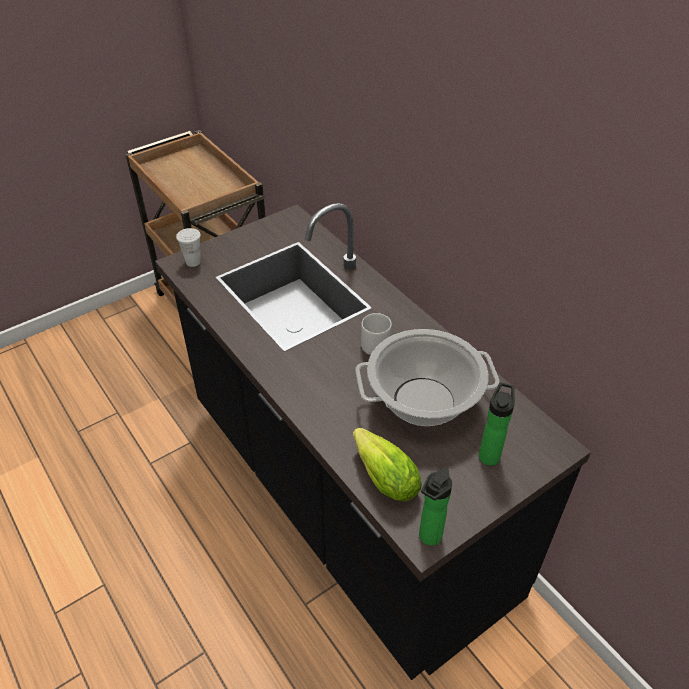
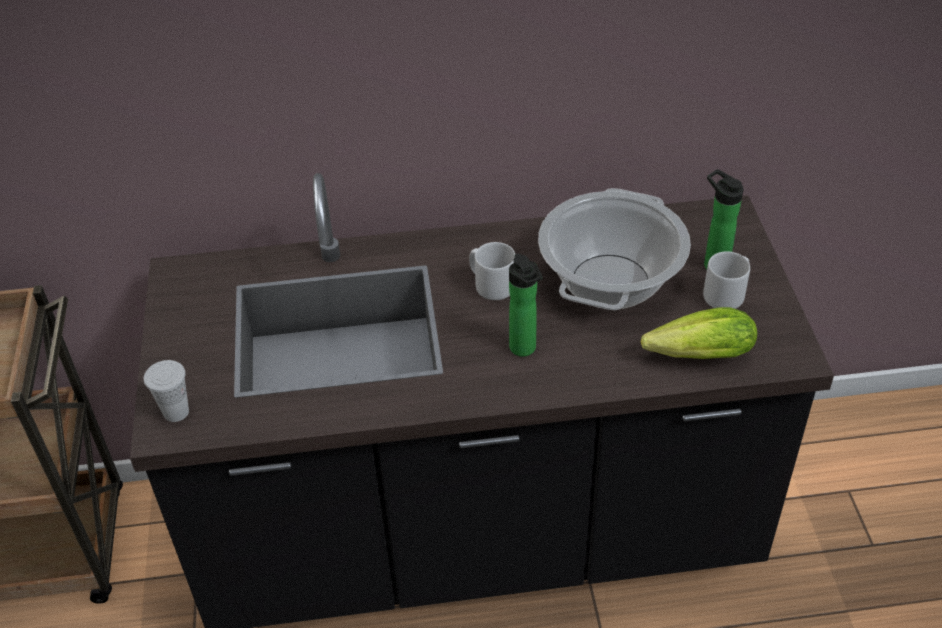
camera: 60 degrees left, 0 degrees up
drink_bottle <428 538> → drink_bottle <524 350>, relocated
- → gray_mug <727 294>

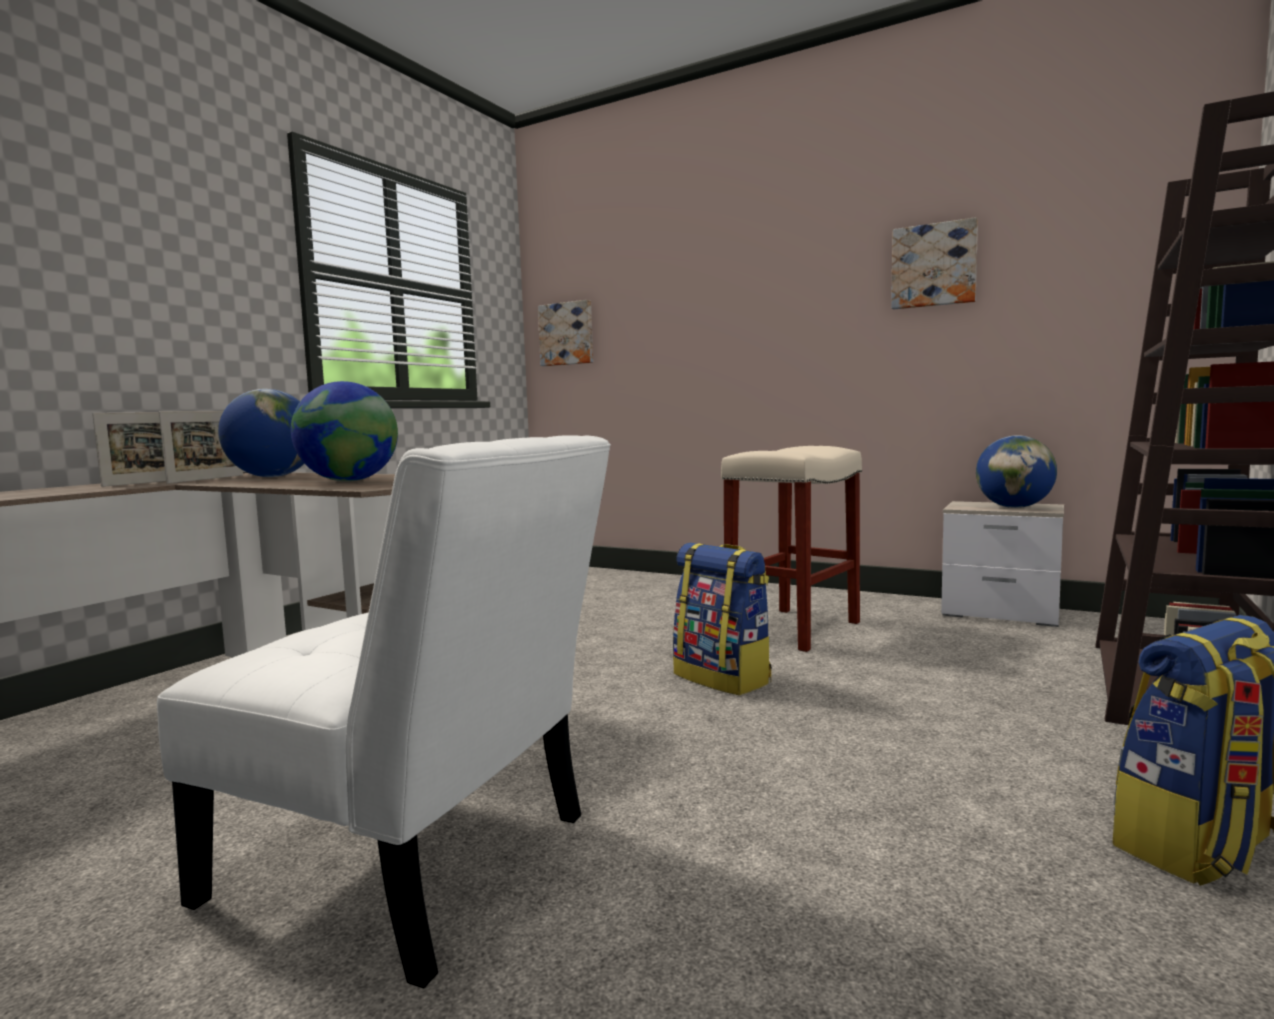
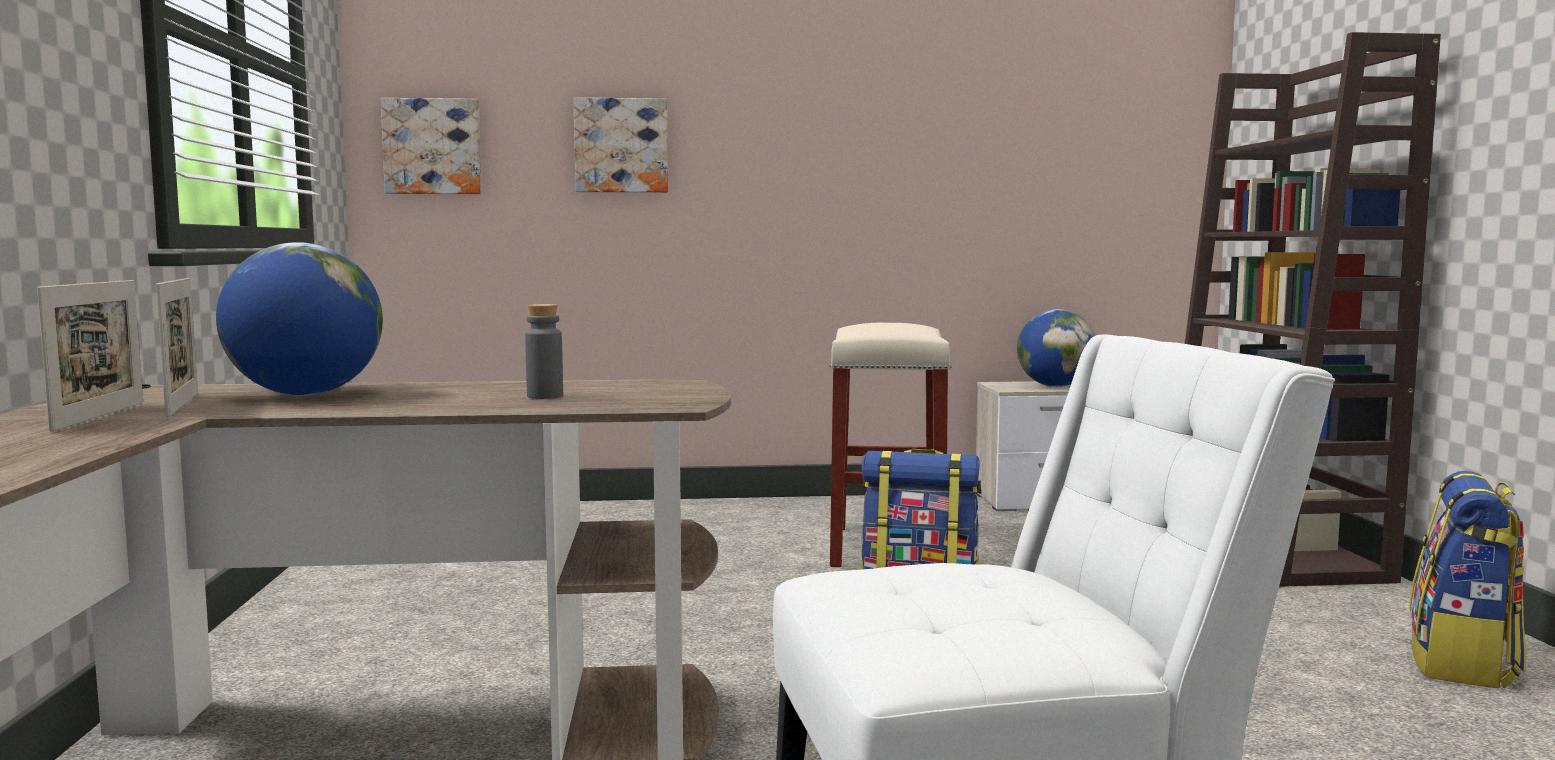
camera: 35 degrees left, 0 degrees up
globe <349 481> → gray_drink_bottle <545 396>
picture <934 265> → picture <621 146>, relocated

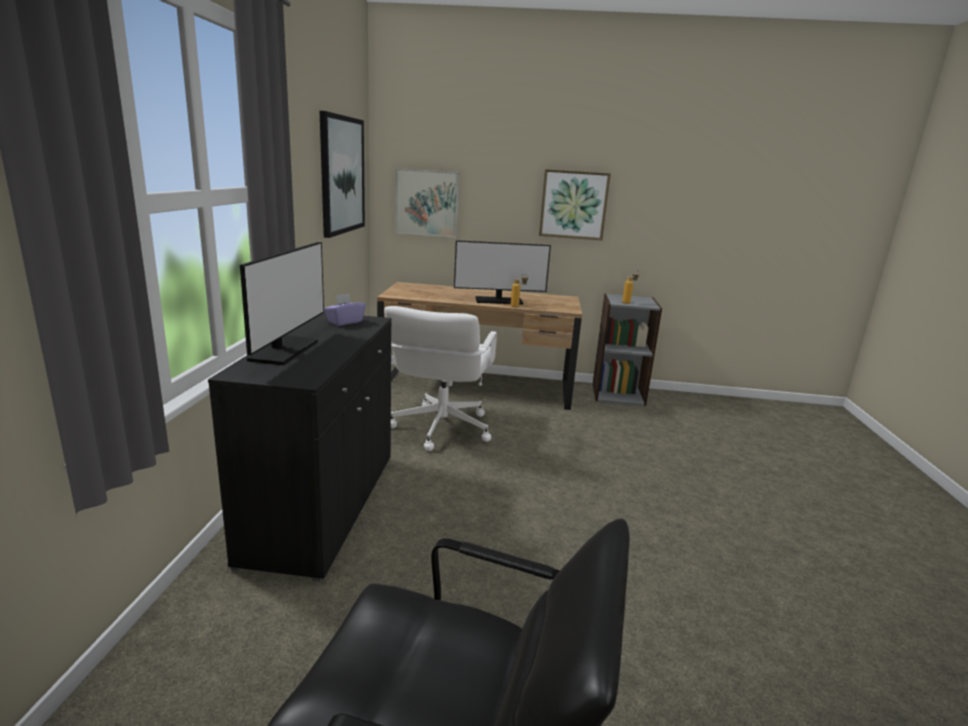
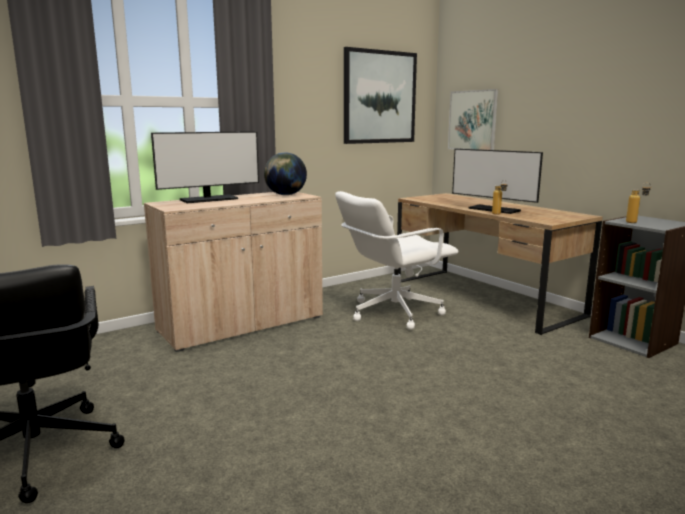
camera: 50 degrees right, 5 degrees down
black-coloured_storage_cabinet <323 506> → beige_storage_cabinet <242 324>
purple_box_of_tissues <345 322> → globe <285 195>
picture <573 205> → -

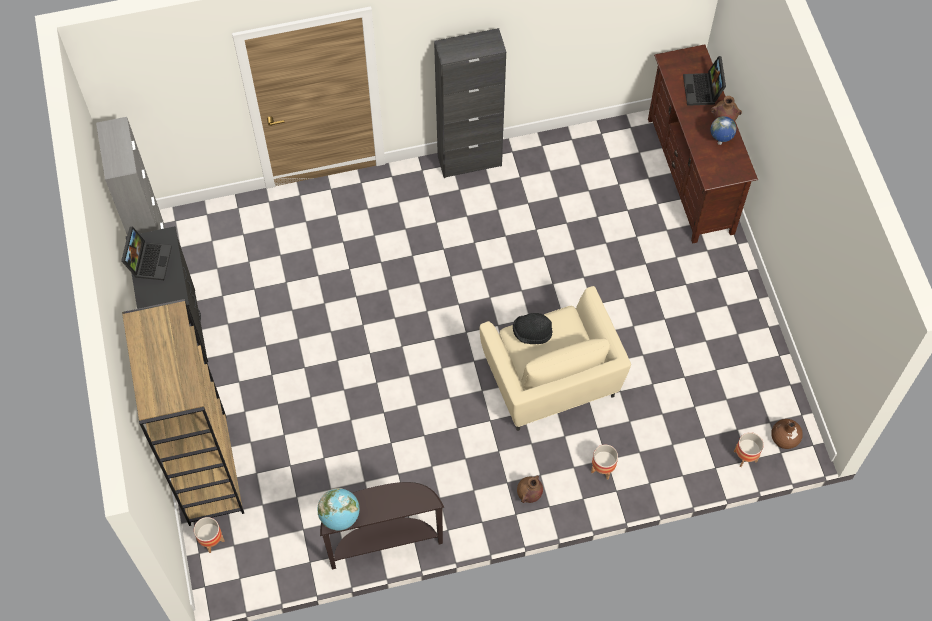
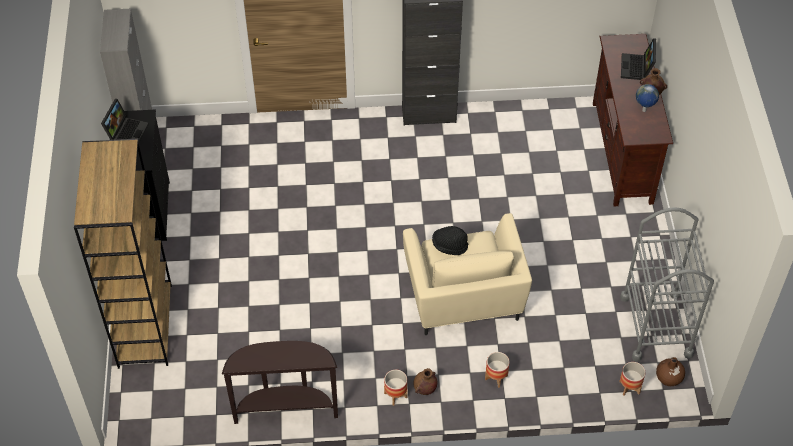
camera: 10 degrees right, 10 degrees down
plant_pot <211 540> → plant_pot <395 395>, relocated
globe <340 516> → -
- → gray_wheeled_cart <656 326>

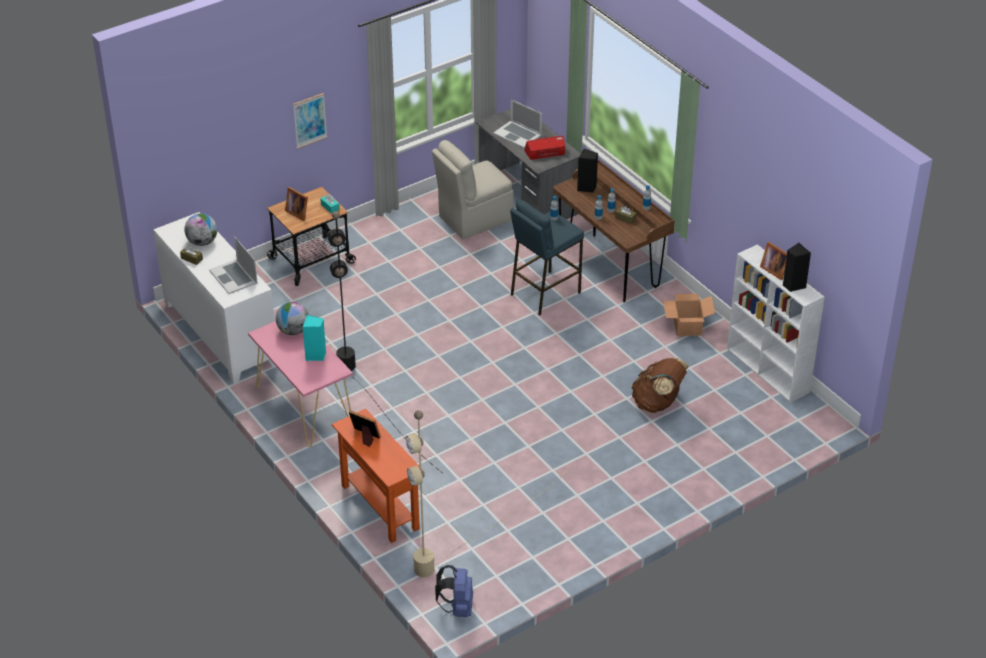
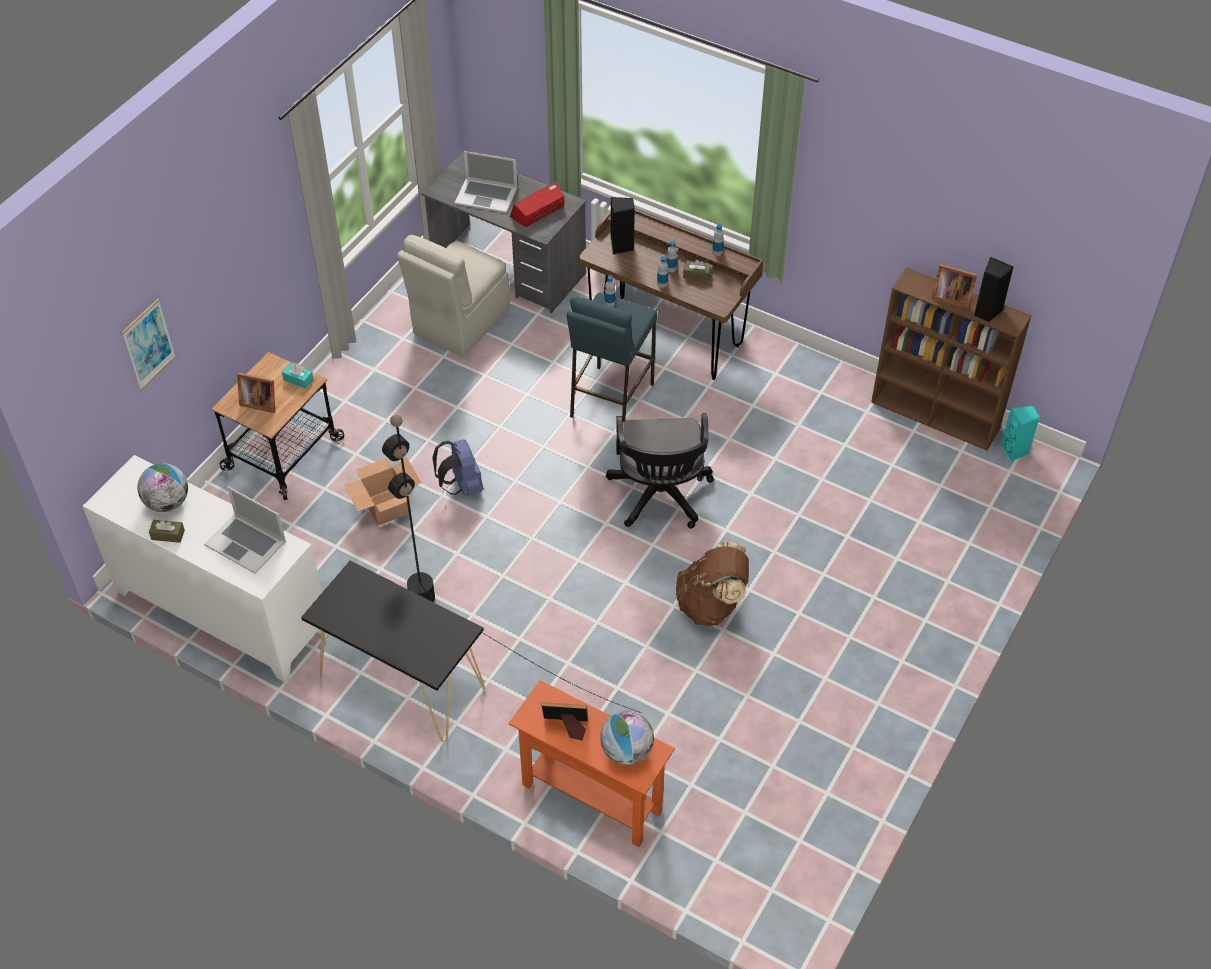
camera: 25 degrees left, 10 degrees up
pink-coloured_narrow_table <304 406> → black-coloured_narrow_table <401 681>
globe <293 331> → globe <626 751>, relocated
picture <310 120> → picture <148 344>, relocated
blue-green_audio_speaker <316 355> → blue-green_audio_speaker <1015 451>, relocated
beige_standard_lamp <467 541> → -
bluish_backpack <457 607> → bluish_backpack <461 486>, relocated
brownish_backpack <657 403> → brownish_backpack <711 604>, relocated
packing_box <688 327> → packing_box <387 507>, relocated
white-coloured_bookcase <768 371> → brownish_bookcase <936 416>
- → black-coloured_computer_chair <660 497>

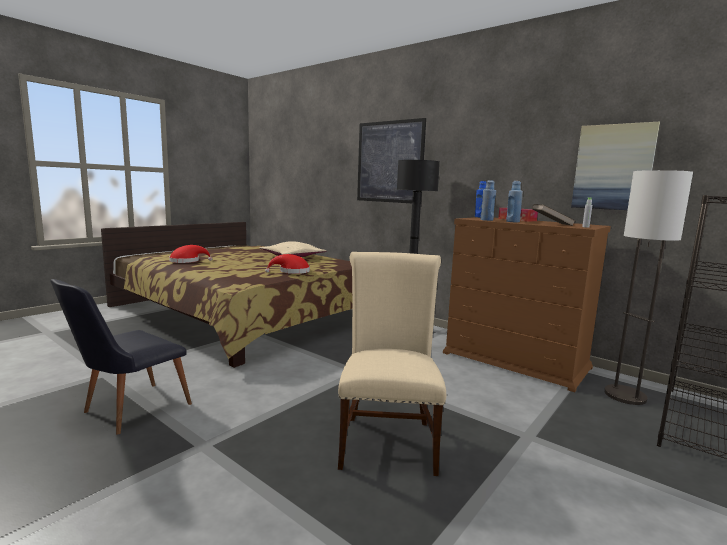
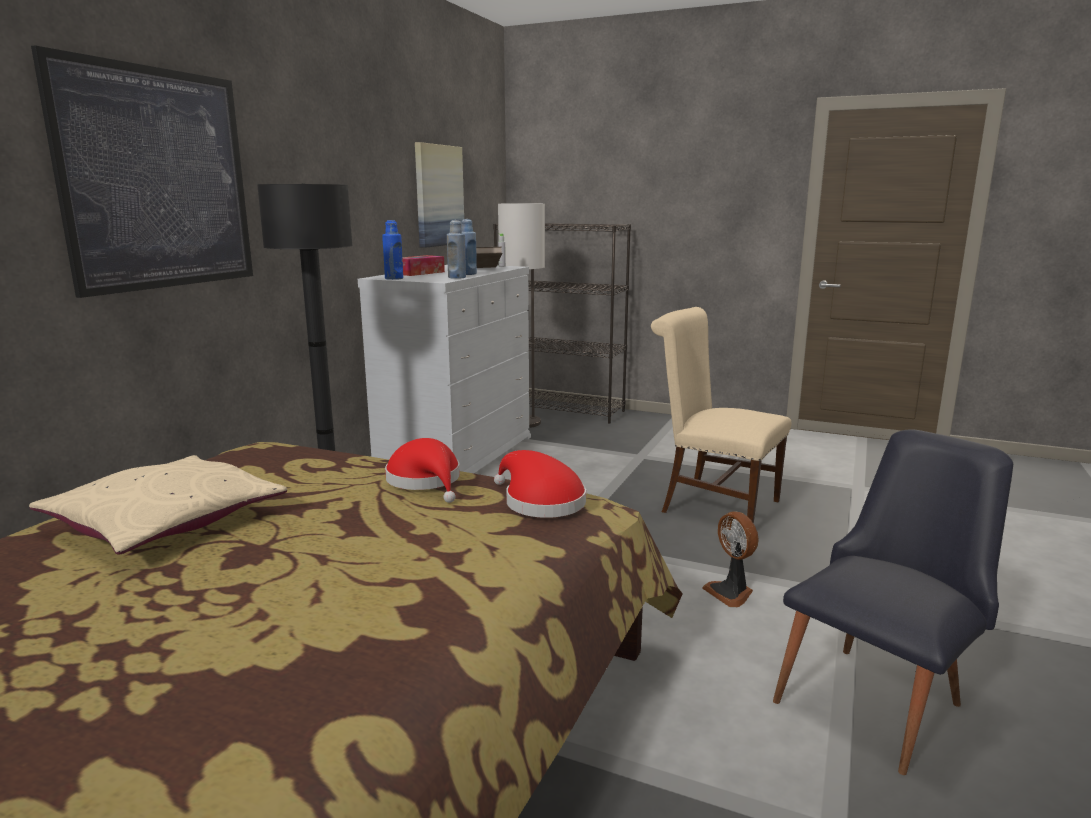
camera: 105 degrees left, 5 degrees up
black-coloured_plain_chair <127 411> → black-coloured_plain_chair <880 697>, 60 degrees counterclockwise
red_hat <187 261> → red_hat <540 502>, relocated
beige_plain_chair <387 439> → beige_plain_chair <712 505>, 45 degrees clockwise
brownish_dresser <515 360> → white-coloured_dresser <456 455>
- → cooling_fan <731 592>

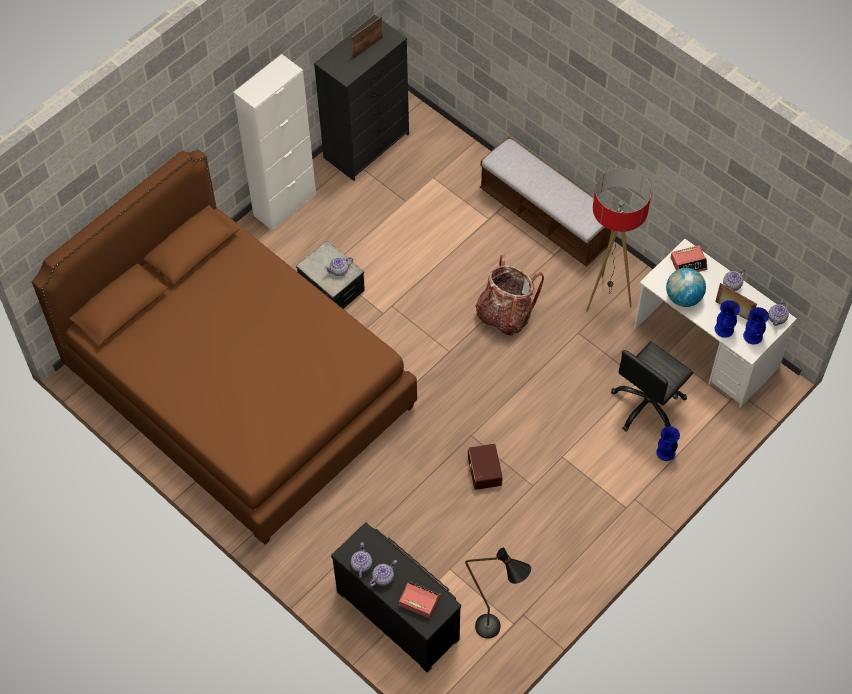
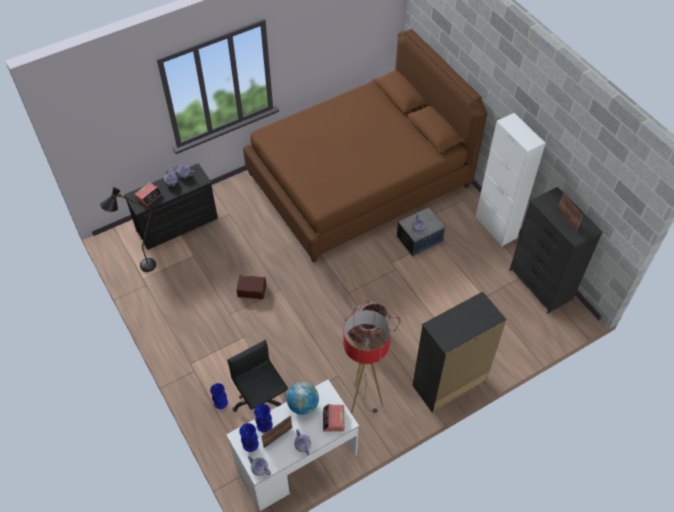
camera: 105 degrees right, 5 degrees down
indoor_bench <545 217> → black-coloured_dresser <448 384>

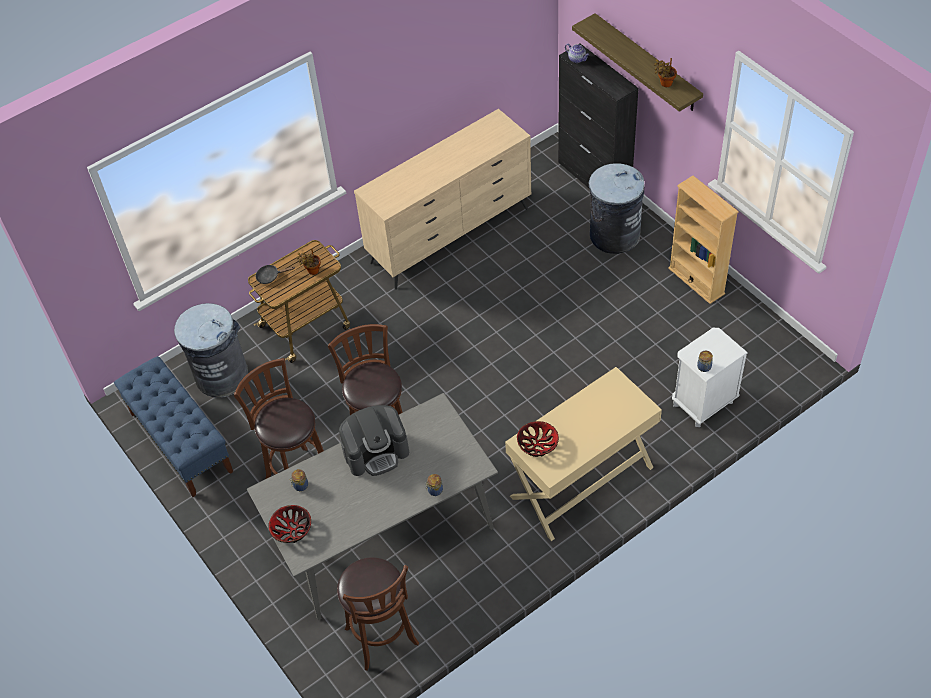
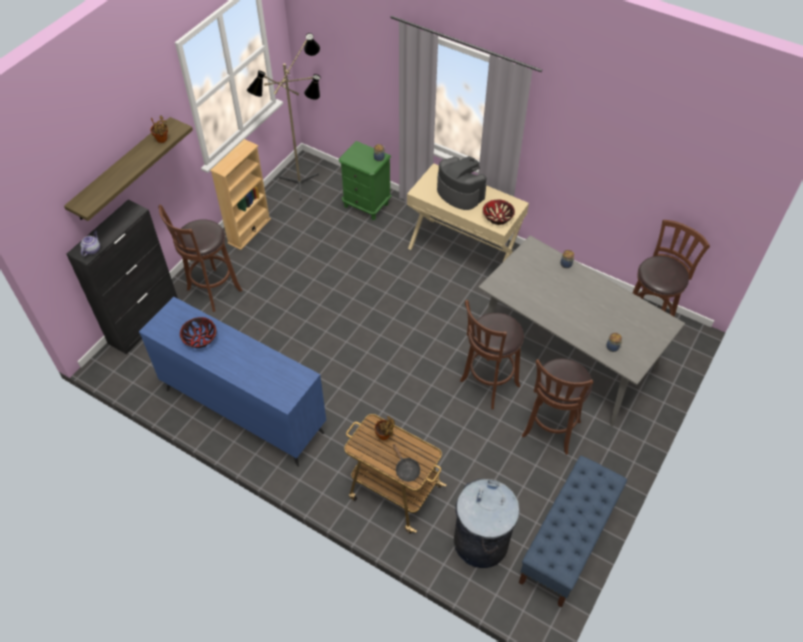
camera: 115 degrees left, 0 degrees up
deep_dish <291 530> → deep_dish <200 338>, relocated
coffee_machine <376 451> → coffee_machine <460 193>, relocated
beige_dresser <451 236> → bluish_dresser <243 410>
gray_waste_bin <614 235> → brownish_stool_seat <212 291>
white-coloured_bedside_table <703 403> → greenish_bedside_table <366 205>
- → standard_lamp <302 186>

